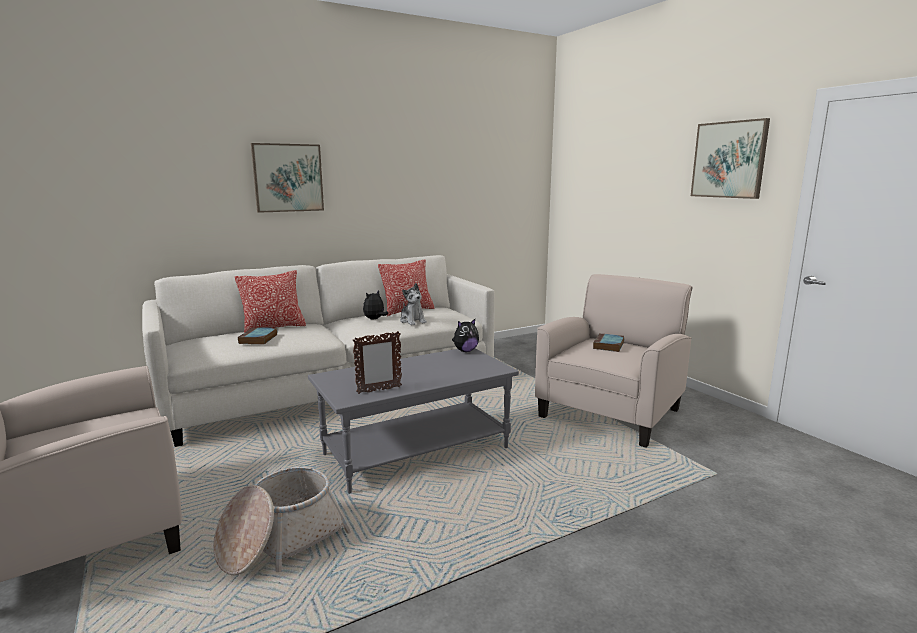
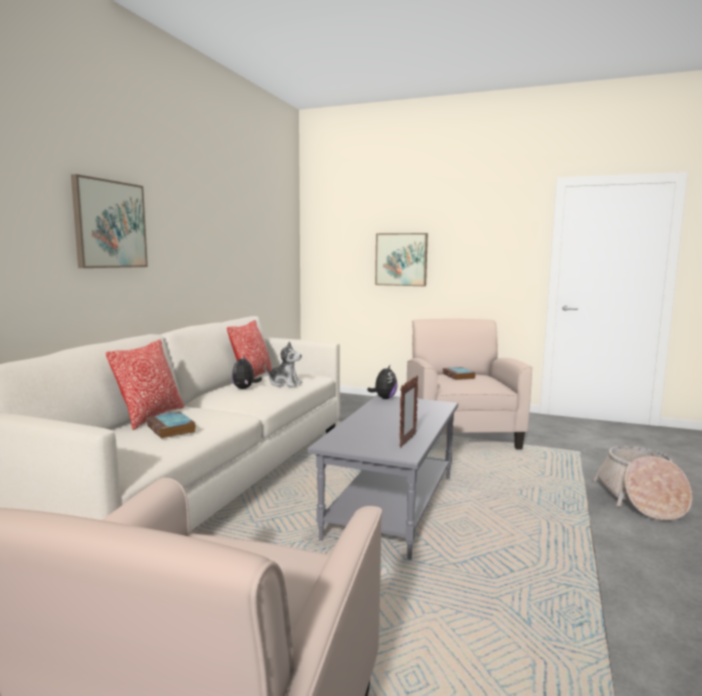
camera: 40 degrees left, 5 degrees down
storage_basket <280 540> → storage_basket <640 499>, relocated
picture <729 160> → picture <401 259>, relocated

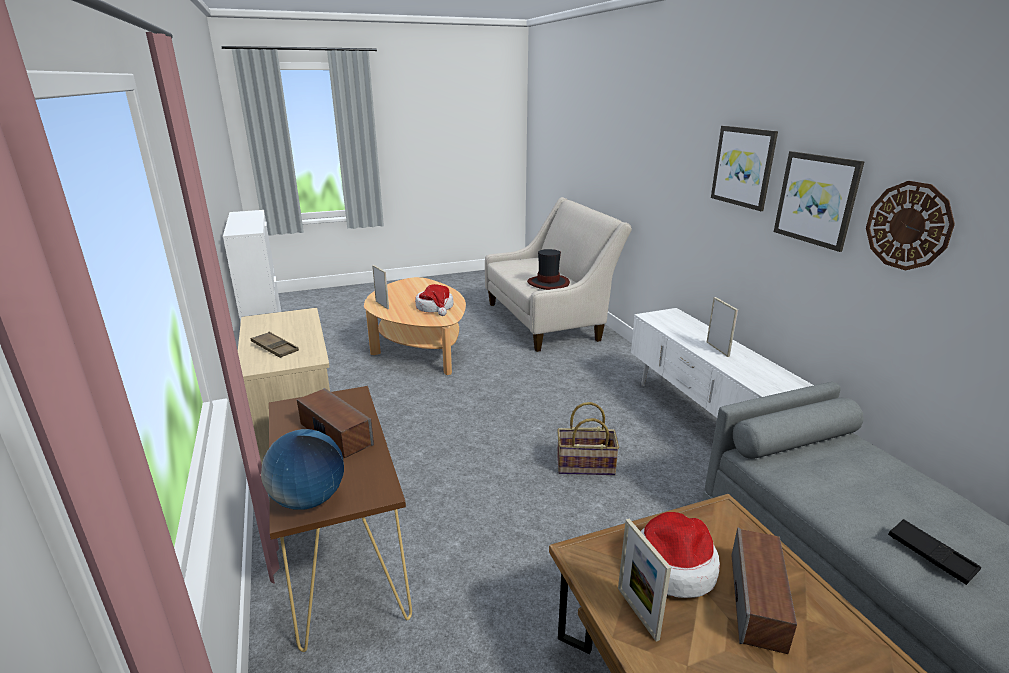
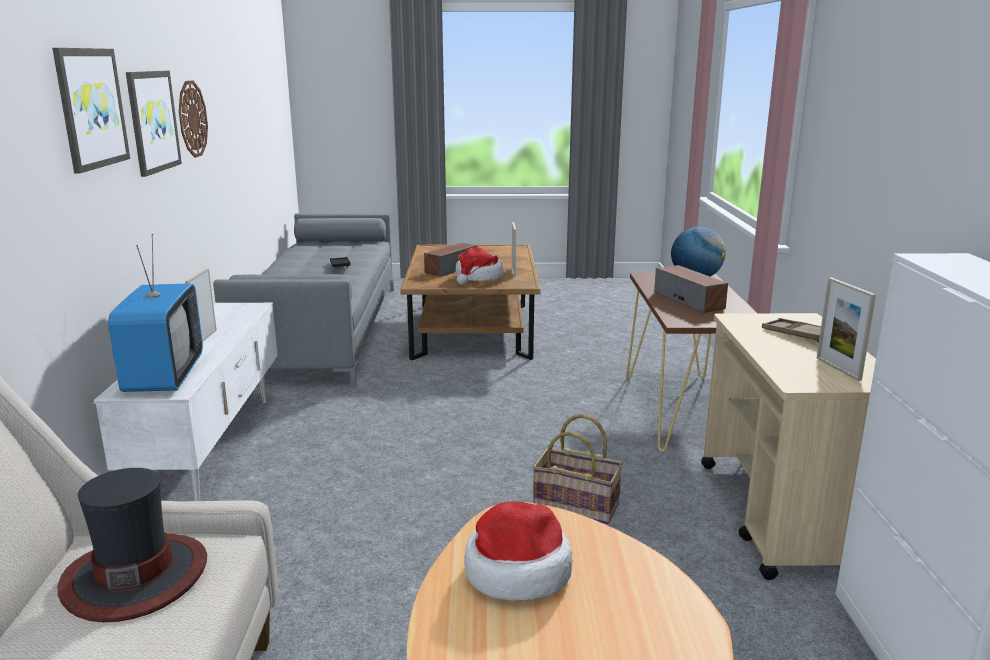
camera: 160 degrees left, 5 degrees down
standing_frame <382 305> → standing_frame <838 369>, relocated
storage_basket <585 466> → storage_basket <577 505>, relocated
- → TV <164 376>

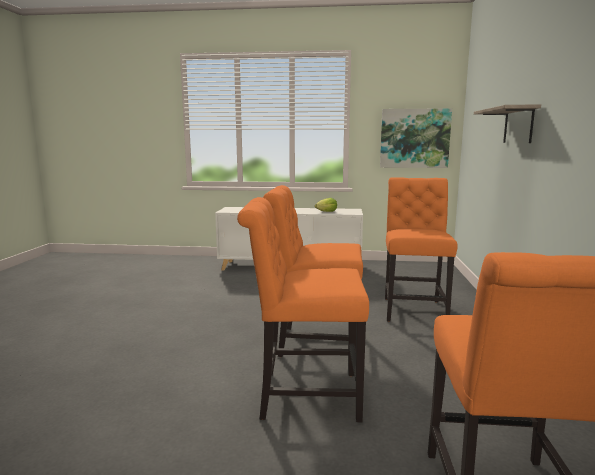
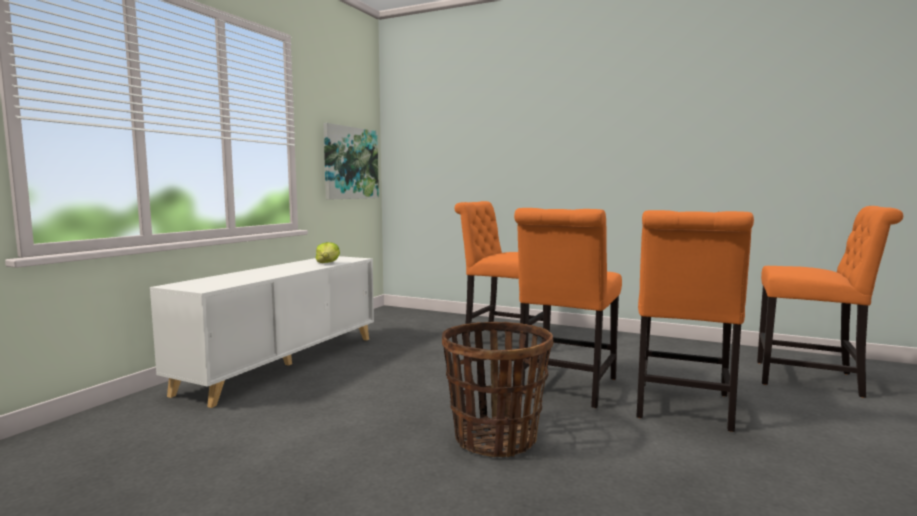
camera: 70 degrees left, 5 degrees down
wall_shelf <518 125> → -
- → storage_basket <495 438>

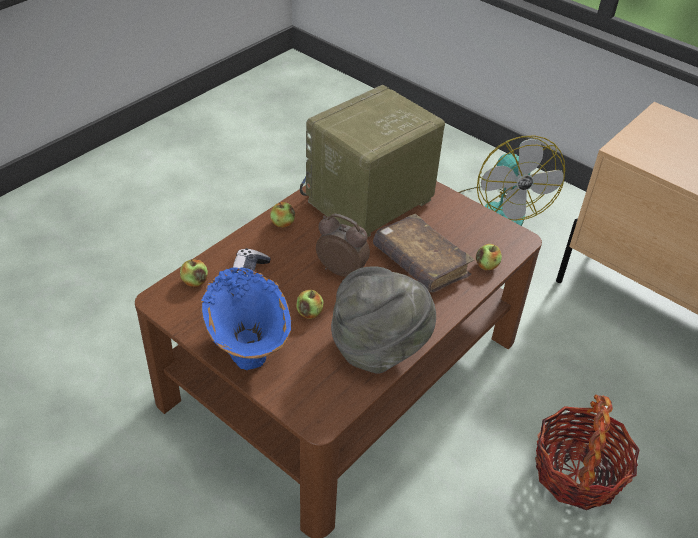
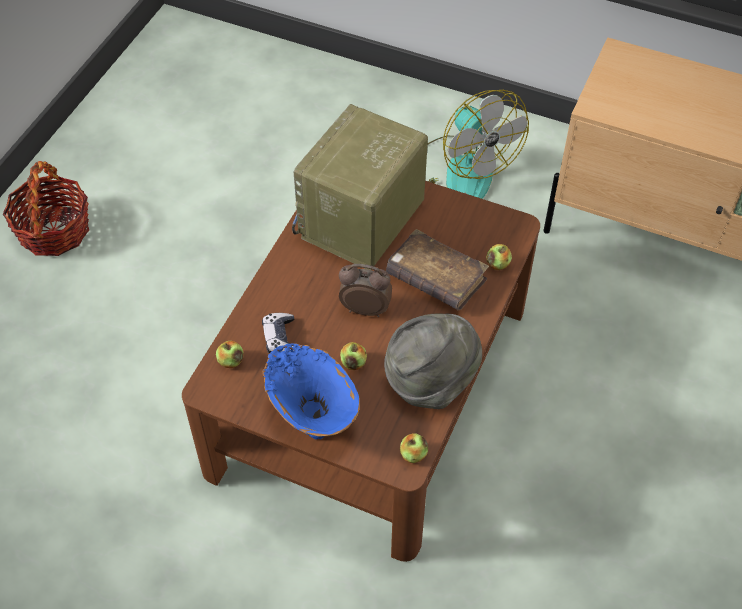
camera: 15 degrees left, 10 degrees up
apple <282 223> → apple <413 454>, relocated
storage_basket <577 472> → storage_basket <54 230>, relocated

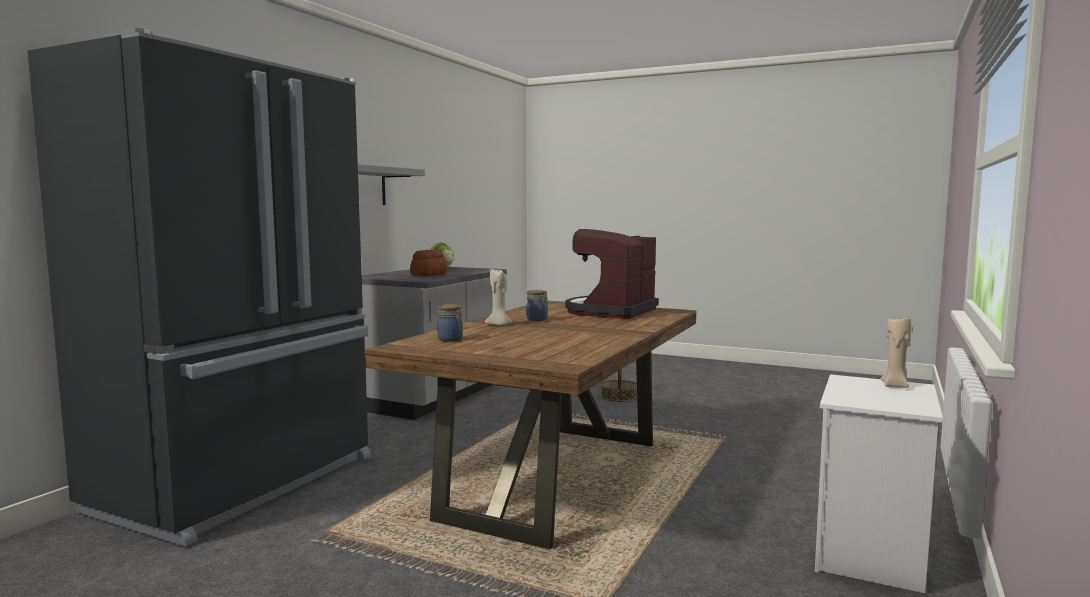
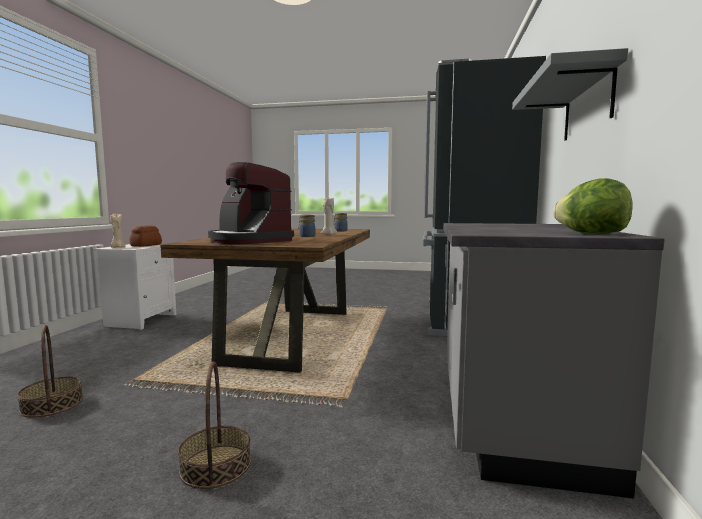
camera: 165 degrees right, 0 degrees up
bakery_bread <429 275> → bakery_bread <145 245>, relocated
coffee_machine <610 311> → coffee_machine <249 241>, 120 degrees clockwise
- → storage_basket <52 404>

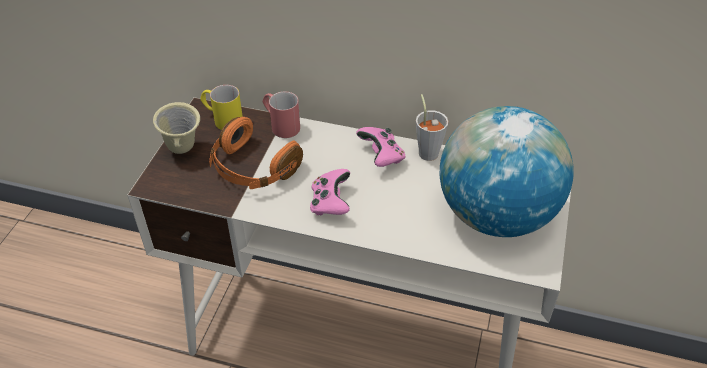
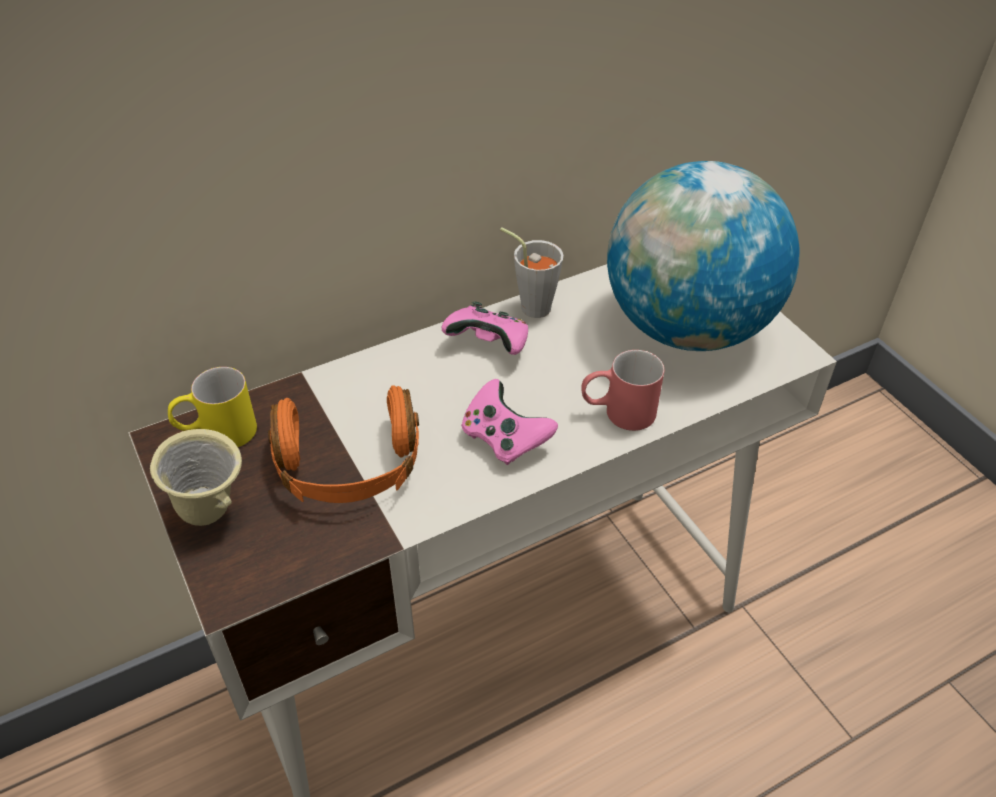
camera: 45 degrees left, 0 degrees up
red_mug <281 125> → red_mug <617 412>, relocated

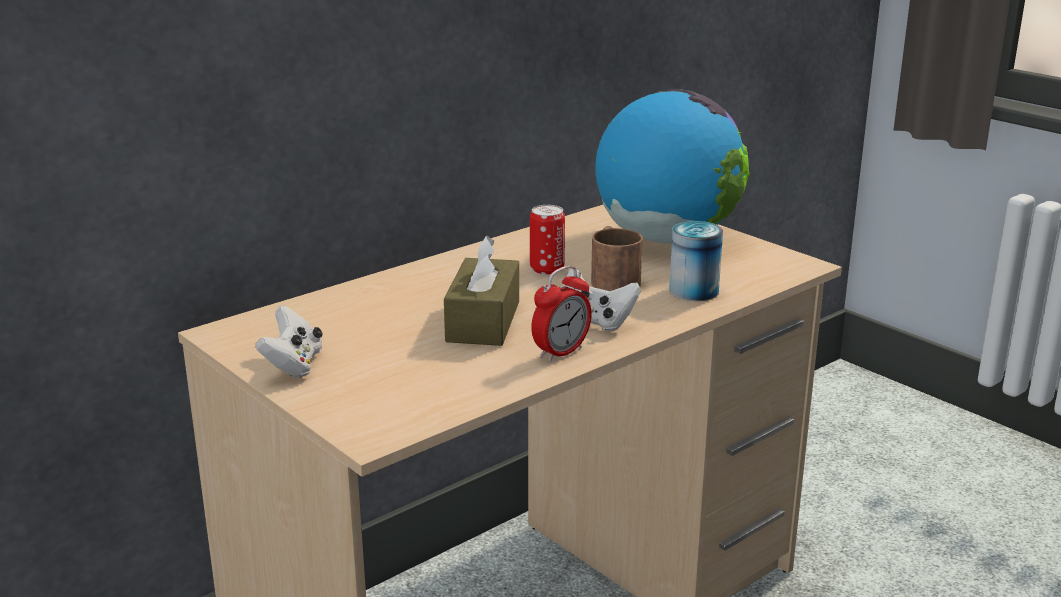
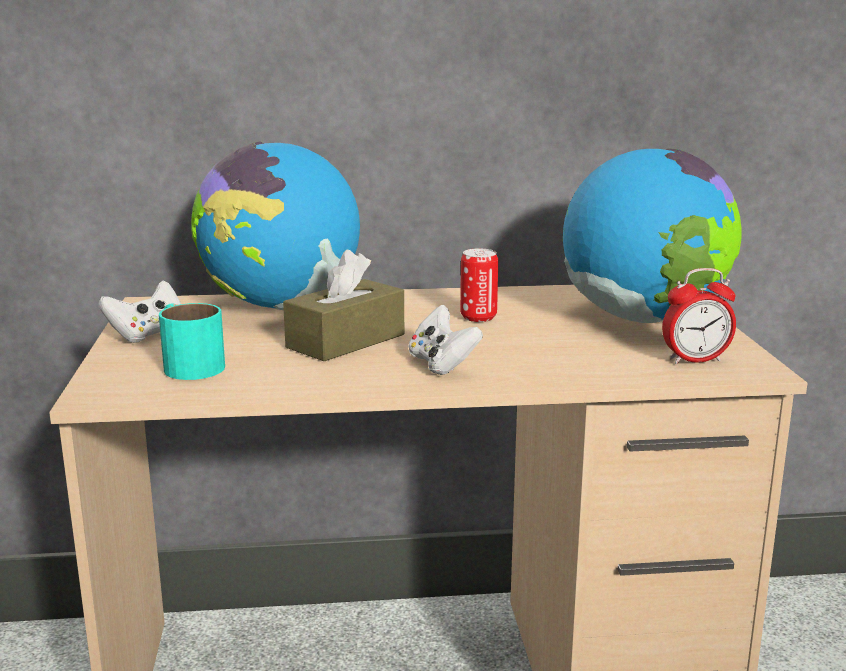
camera: 35 degrees right, 5 degrees down
alarm_clock <561 352> → alarm_clock <695 360>, relocated
brownish_mug <612 278> → -
sealed_can <694 291> → -
- → blue-green_mug <187 364>
- → globe <281 307>

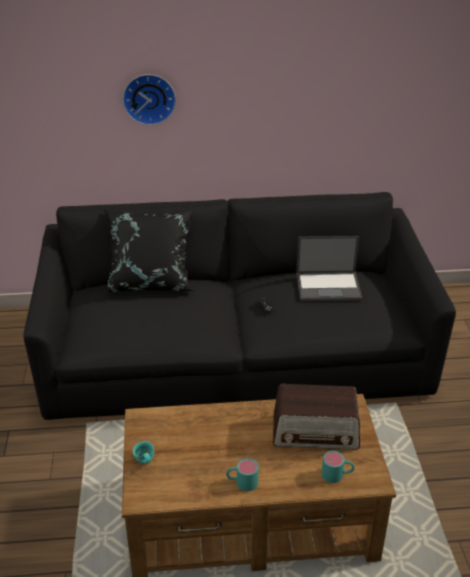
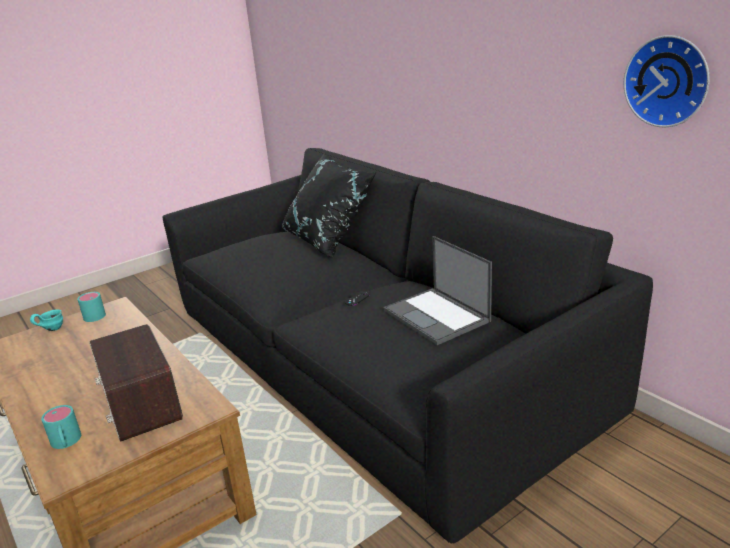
camera: 60 degrees right, 10 degrees down
clock_on_the_wall <149 98> → clock_on_the_wall <668 81>, relocated
blue-green_mug <242 482> → blue-green_mug <93 314>, relocated

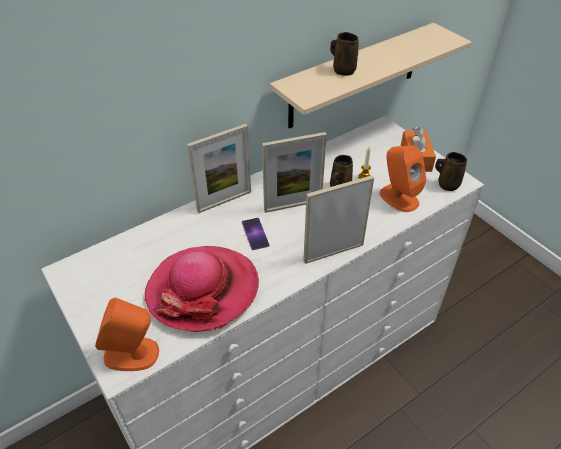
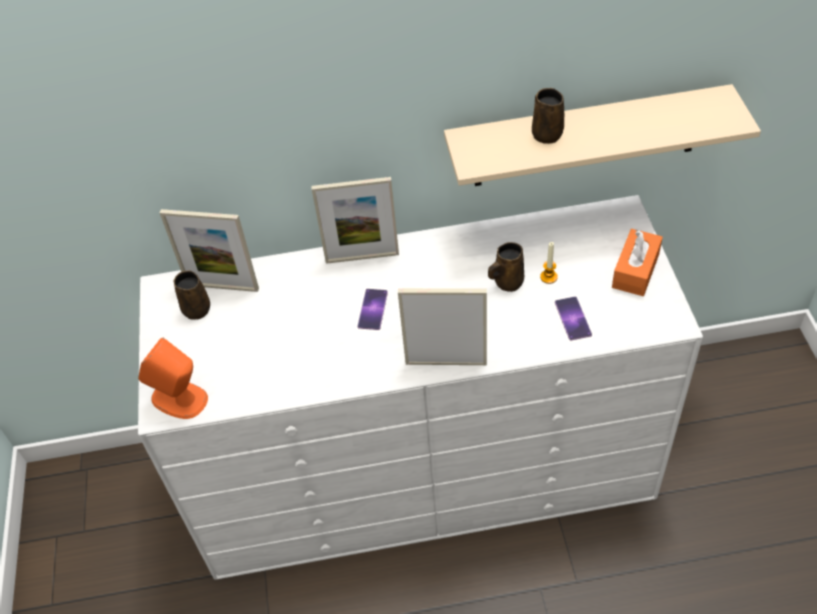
camera: 30 degrees right, 5 degrees up
hat <203 290> → -
standing_frame <293 205> → standing_frame <222 286>, relocated
orange-coloured_audio_speaker <398 197> → handset <573 318>
brownish_mug <447 184> → brownish_mug <196 308>, relocated

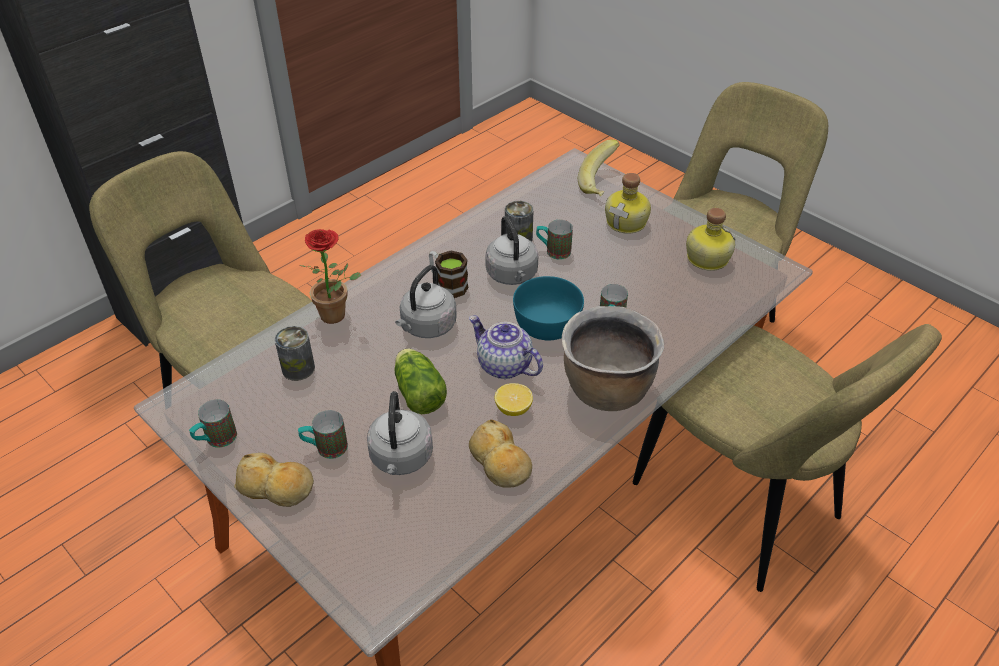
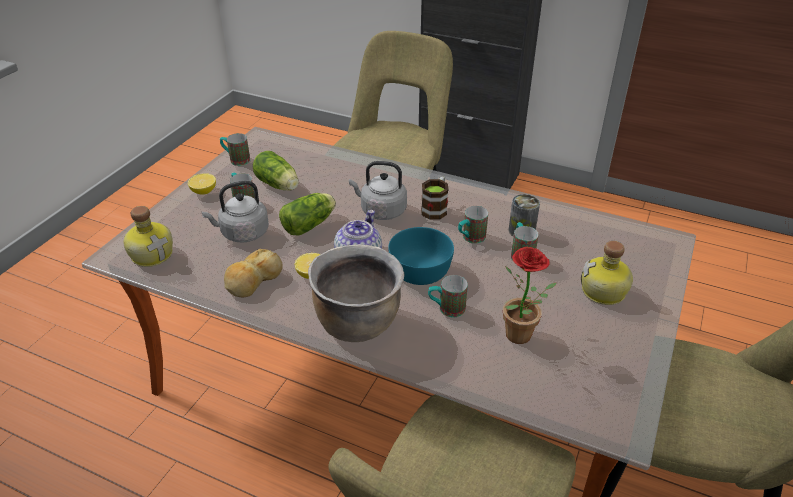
camera: 70 degrees right, 5 degrees down
bakery_bread <276 487> → whole_lemon <204 191>
sealed_can <298 368> → -
potted_plant <338 315> → potted_plant <520 339>, relocated
gray_water_kettle <512 276> → mug <470 238>
banana <601 184> → -
drink_bottle <706 258> → drink_bottle <152 254>, relocated
- → head_of_lettuce <279 185>

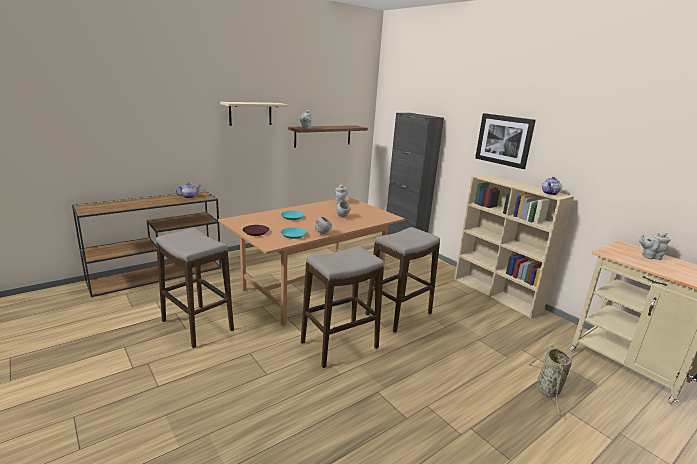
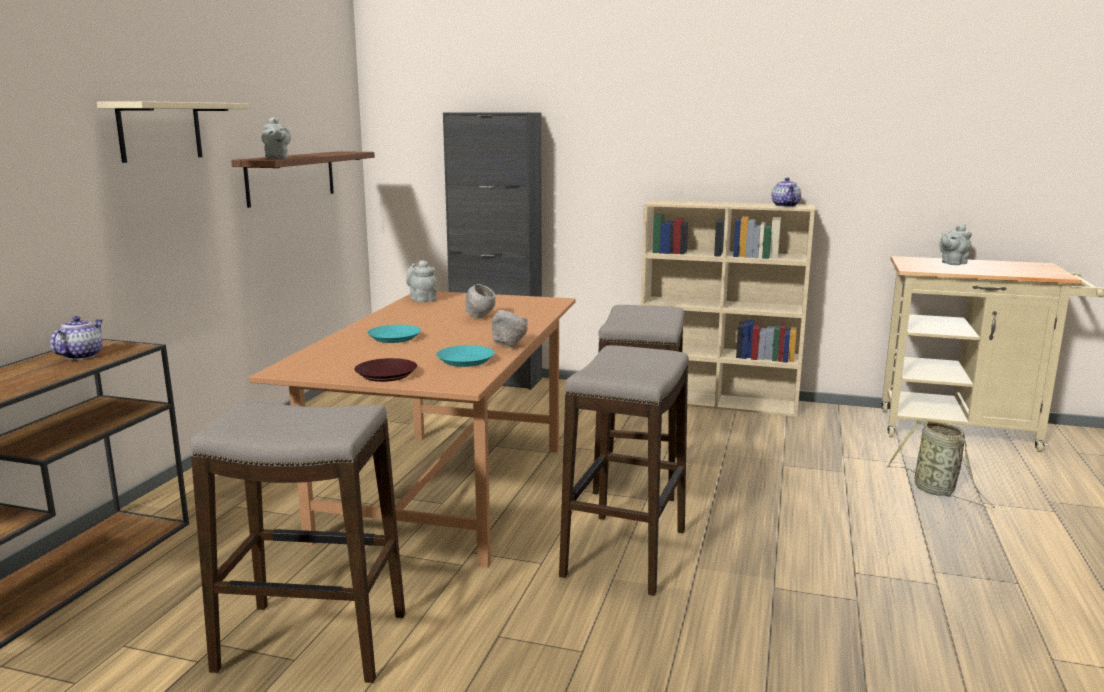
camera: 35 degrees left, 5 degrees down
picture <504 140> → -

